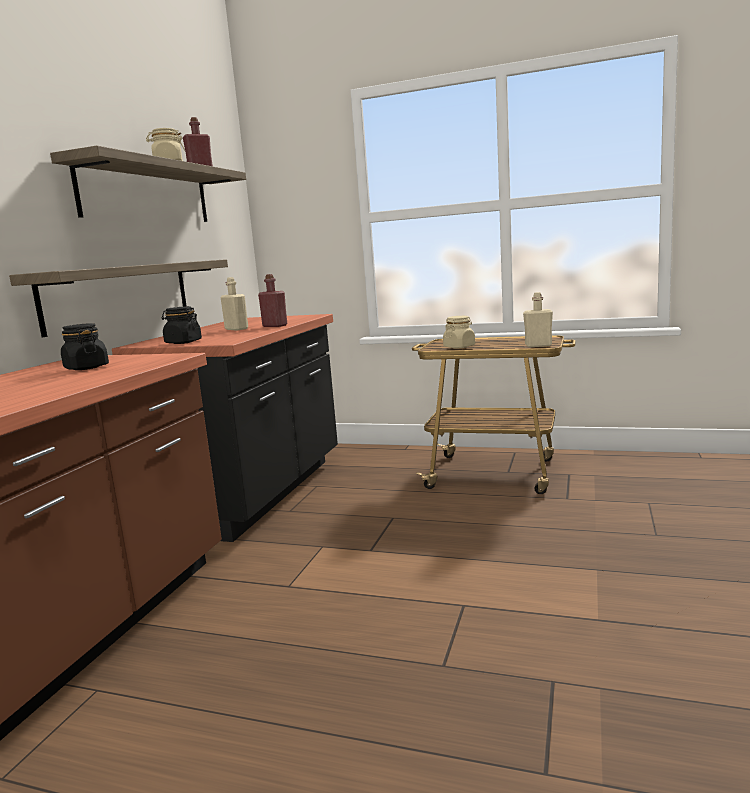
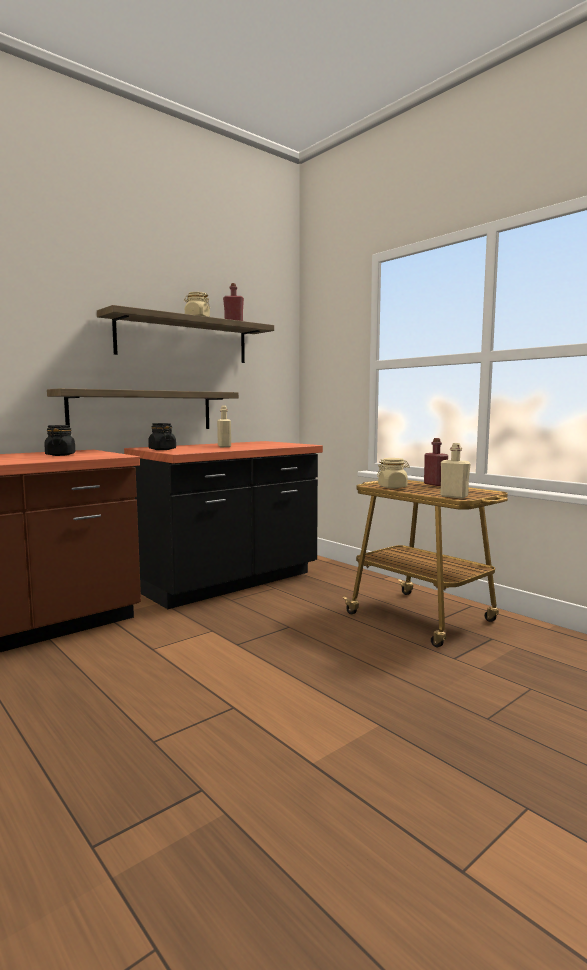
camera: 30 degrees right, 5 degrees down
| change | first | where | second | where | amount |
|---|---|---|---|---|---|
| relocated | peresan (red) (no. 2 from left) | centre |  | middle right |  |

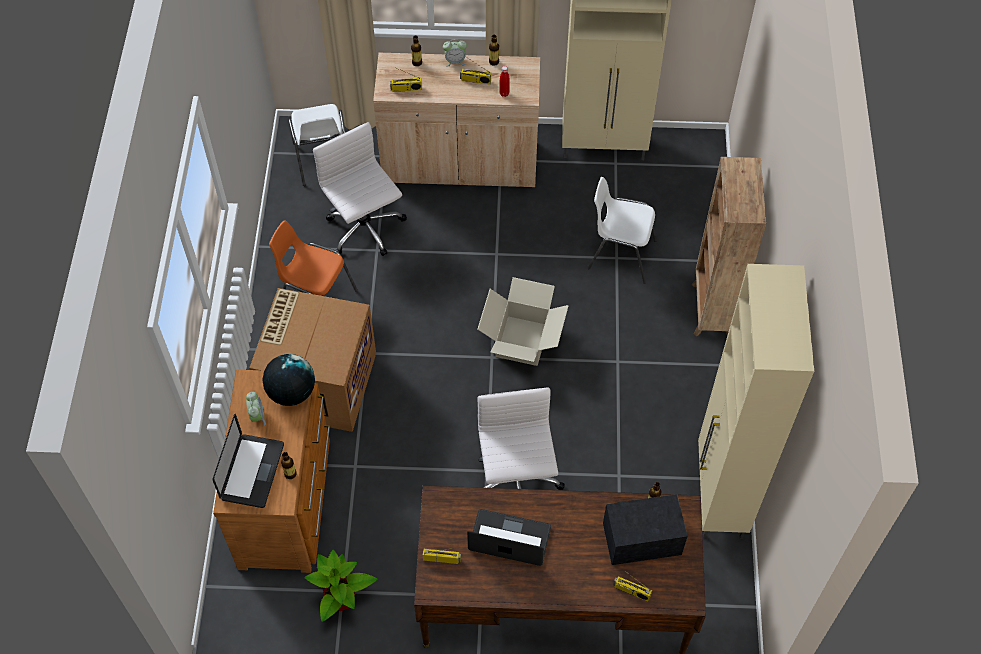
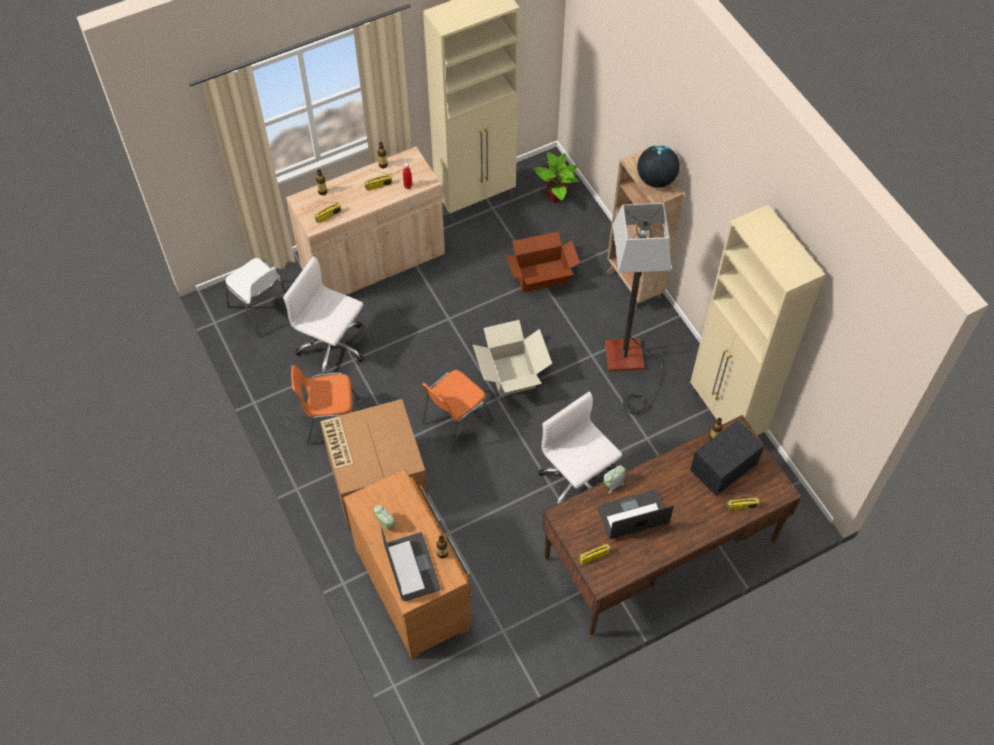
camera: 30 degrees left, 0 degrees up
| change | first | where | second | where | amount |
|---|---|---|---|---|---|
| appeared |  |  | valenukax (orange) (no. 2 from left) | centre |  |
| appeared |  |  | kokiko | centre |  |
| relocated | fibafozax | middle left |  | top centre |  |
| relocated | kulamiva | bottom centre |  | top centre |  |
| relocated | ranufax (no. 2 from left) | top centre |  | centre |  |
| exchanged | valenukax (white) (no. 2 from left) | centre | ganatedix (no. 3 from left) | centre |  |

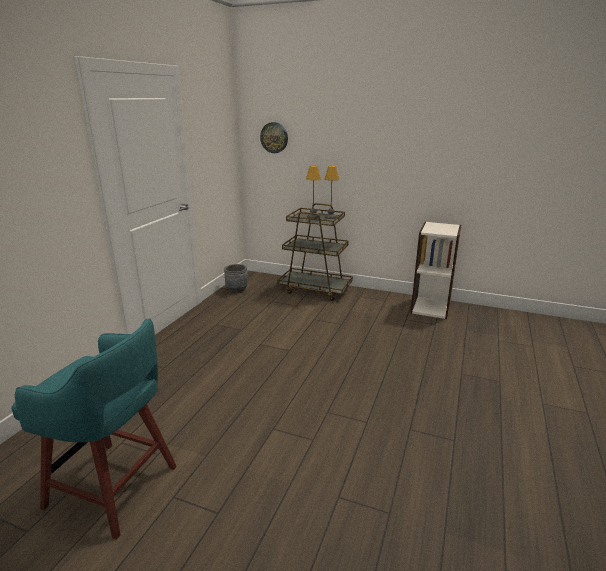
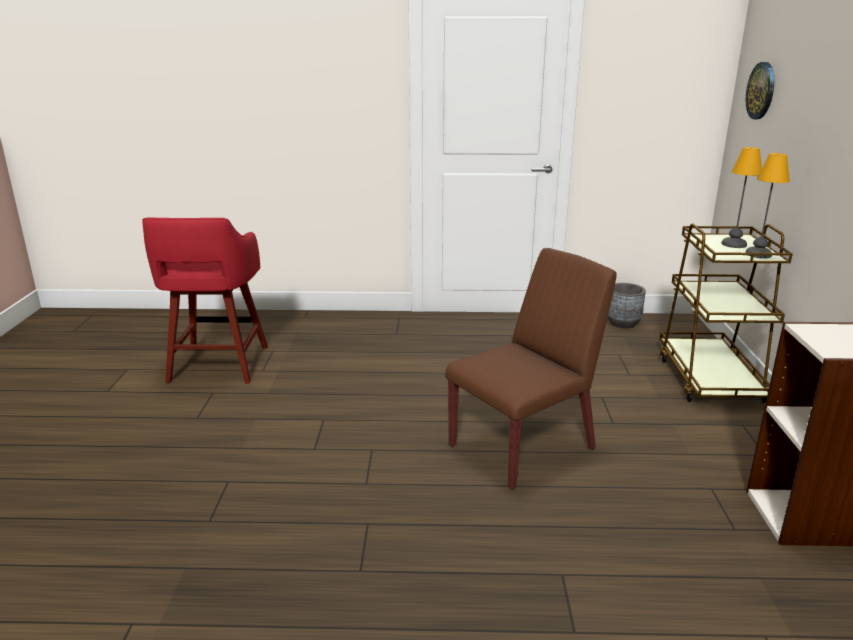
camera: 70 degrees right, 0 degrees up
| change | first | where | second | where | amount |
|---|---|---|---|---|---|
| appeared |  |  | valenukax (brown) | centre |  |
| colour | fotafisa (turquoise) | bottom left | fotafisa (red) | middle left |  |

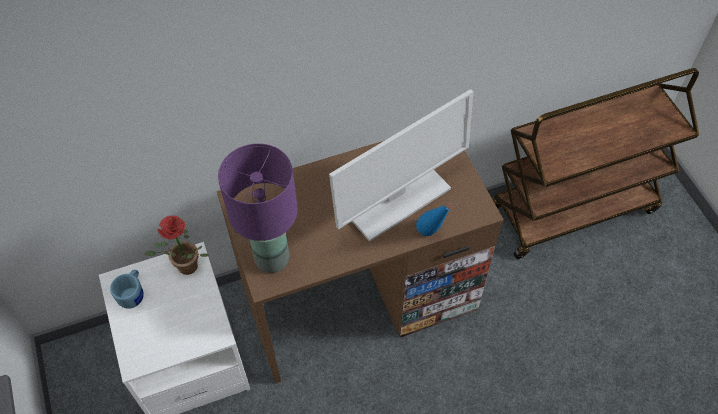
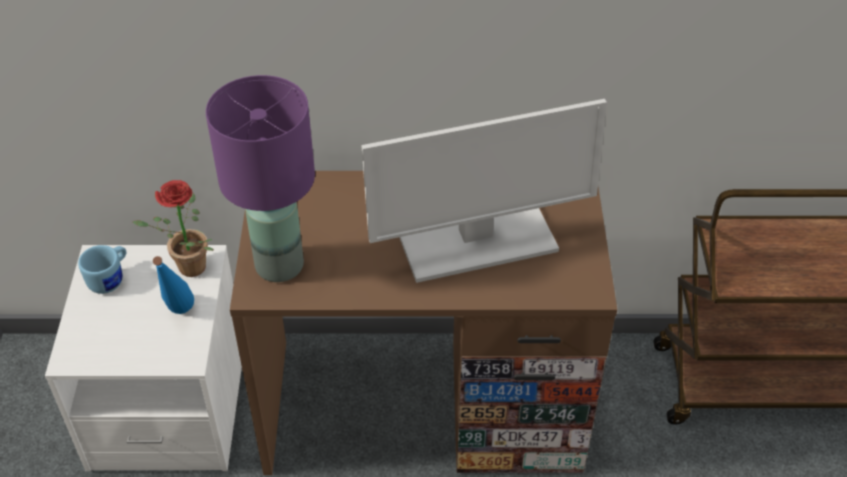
camera: 20 degrees right, 10 degrees down
| change | first | where | second | where | amount |
|---|---|---|---|---|---|
| relocated | peresan (blue) | centre |  | middle left |  |

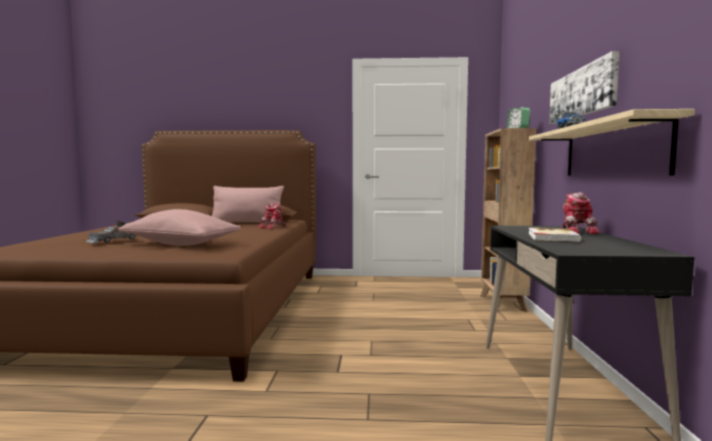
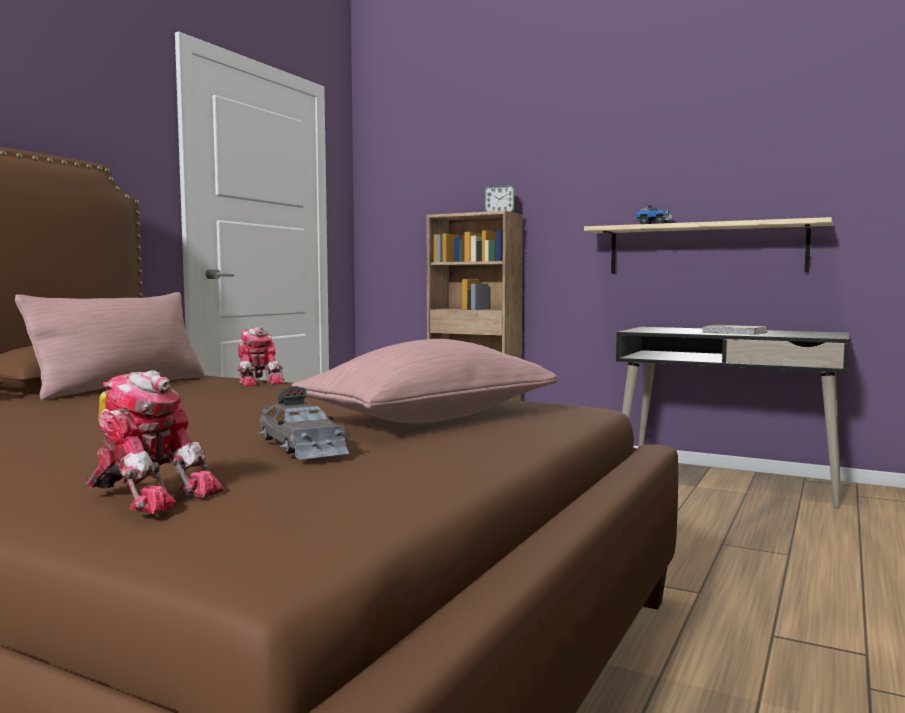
camera: 65 degrees left, 0 degrees up
| change | first | where | second | where | amount |
|---|---|---|---|---|---|
| missing | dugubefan | top right |  |  |  |
| relocated | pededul (no. 2 from left in the first image) | middle right | pededul (no. 1 from left) | middle left |  |

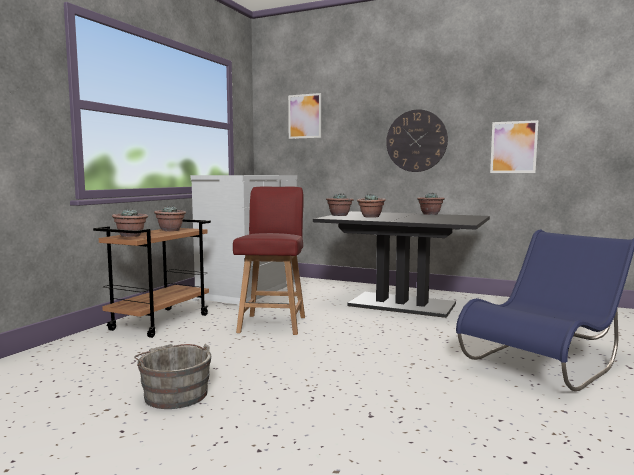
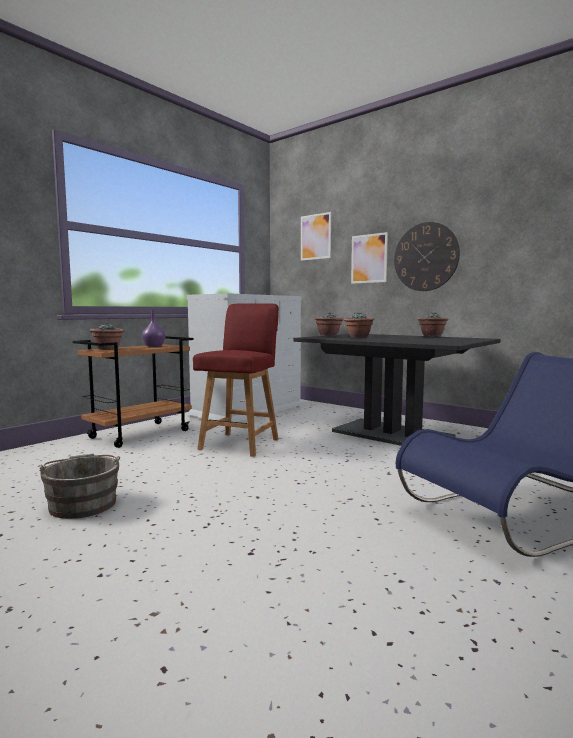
camera: 15 degrees right, 0 degrees up
| change | first | where | second | where | amount |
|---|---|---|---|---|---|
| relocated | dugubefan (no. 2 from left) | top right |  | centre |  |
| exchanged | kulamiva (no. 2 from left) | middle left | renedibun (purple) | middle left |  |

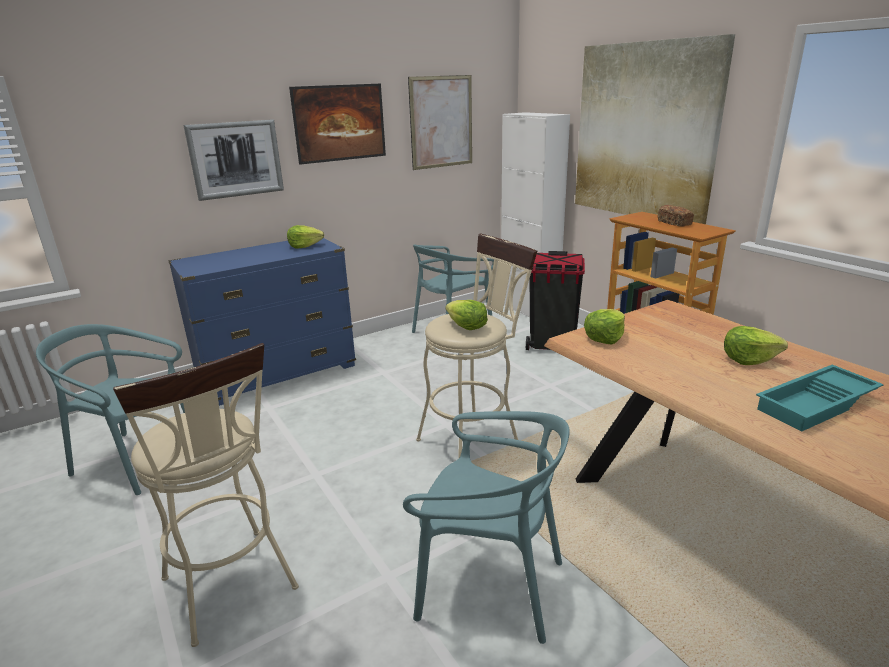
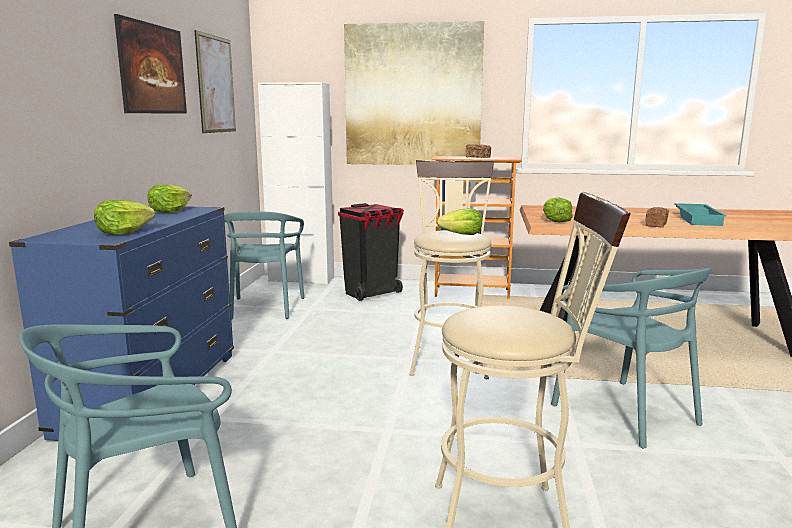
camera: 50 degrees left, 10 degrees down
| change | first | where | second | where | amount |
|---|---|---|---|---|---|
| missing | dugubefan (no. 1 from left) | top left |  |  |  |
| appeared |  |  | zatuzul (no. 2 from left) | middle right |  |
| relocated | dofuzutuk (no. 4 from left in the first image) | middle right | dofuzutuk (no. 1 from left) | middle left |  |
| spun | valenukax (turquoise) (no. 3 from left) | bottom centre |  | bottom right | 90 degrees clockwise |

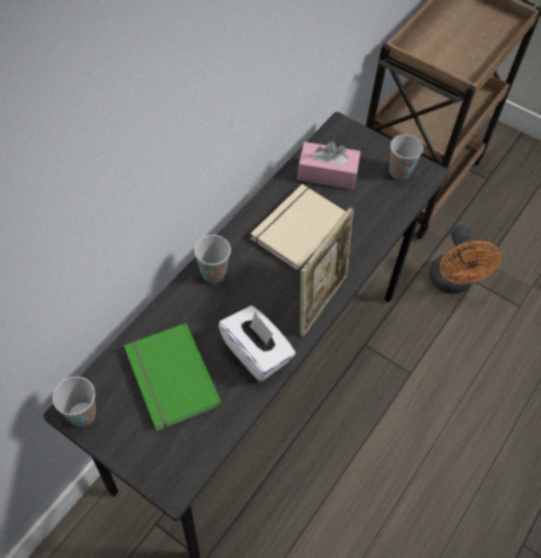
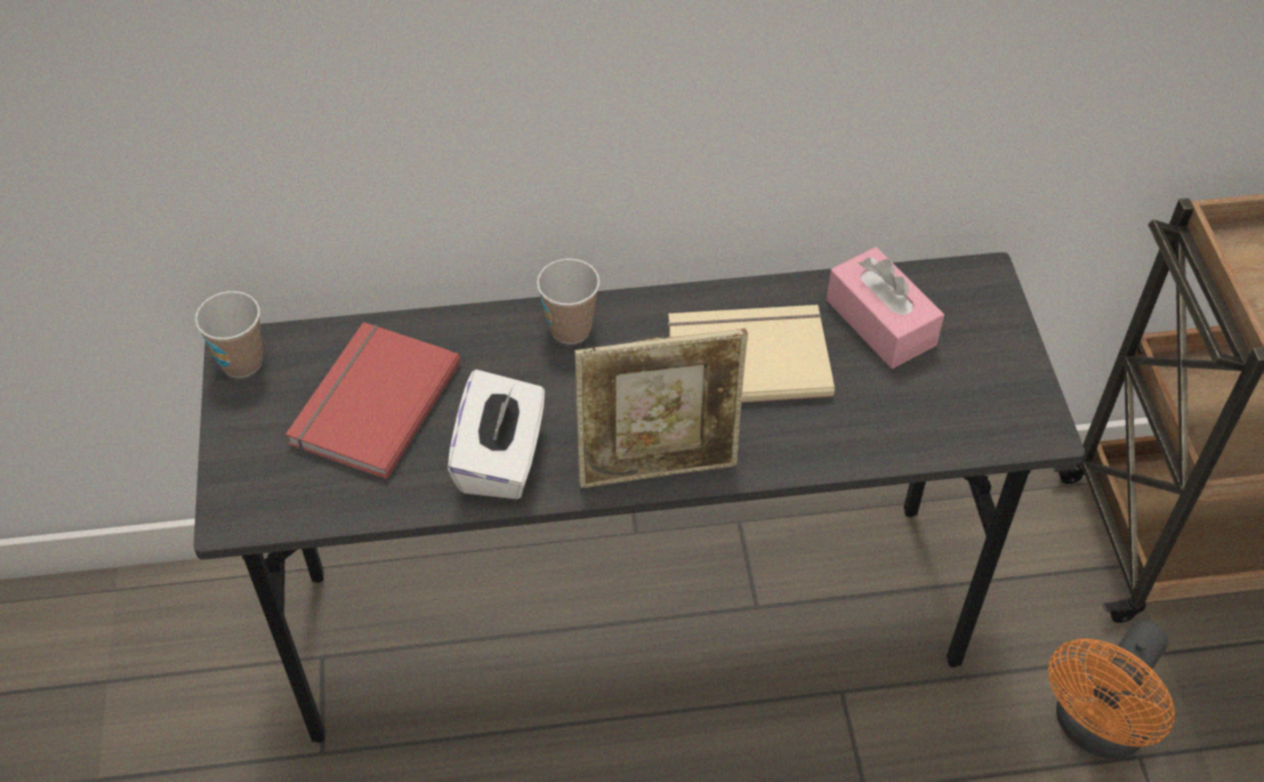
camera: 50 degrees right, 5 degrees down
| change | first | where | second | where | amount |
|---|---|---|---|---|---|
| missing | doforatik (no. 3 from left) | top right |  |  |  |
| colour | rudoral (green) | bottom left | rudoral (red) | middle left |  |

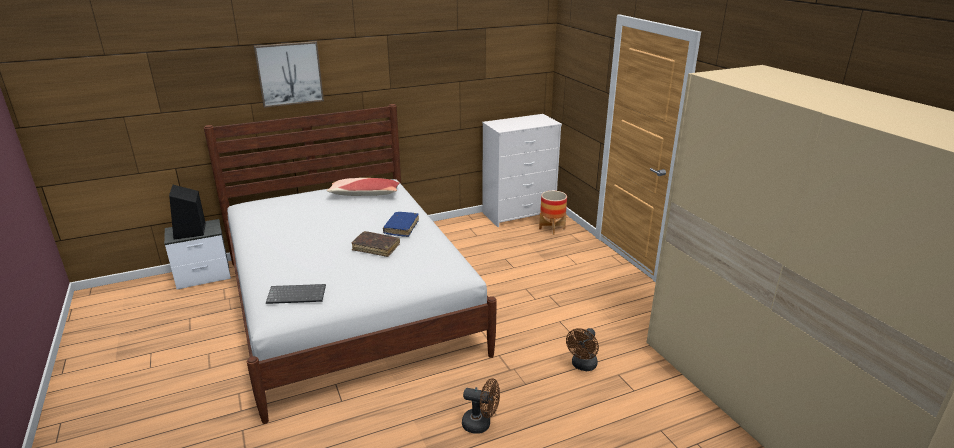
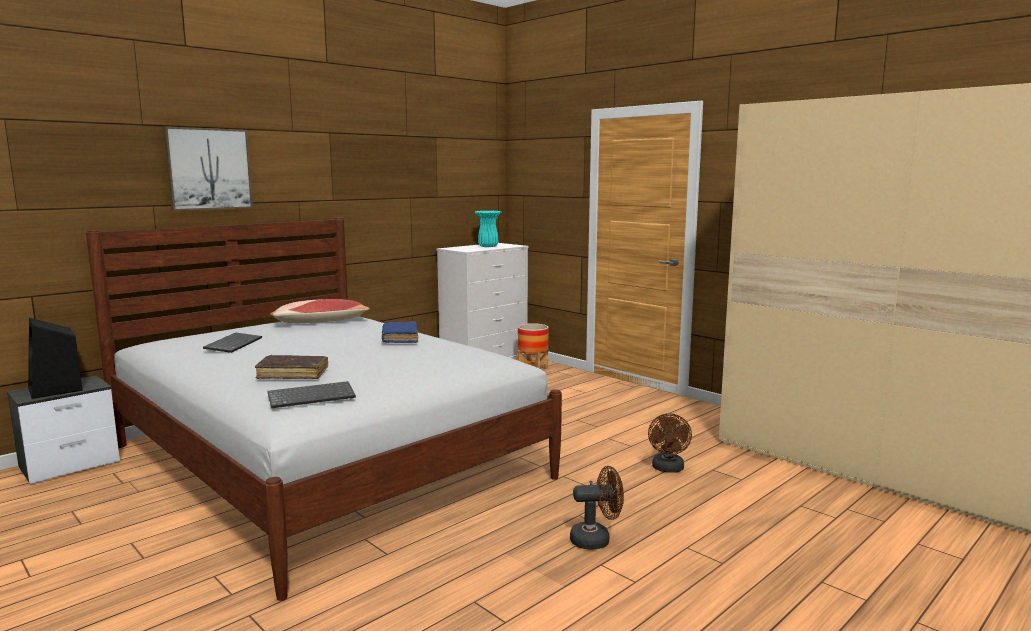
camera: 20 degrees left, 15 degrees down
| change | first | where | second | where | amount |
|---|---|---|---|---|---|
| appeared |  |  | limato (no. 1 from left) | middle left |  |
| appeared |  |  | renedibun (turquoise) | centre |  |
| relocated | rudoral (brown) | centre |  | middle left |  |

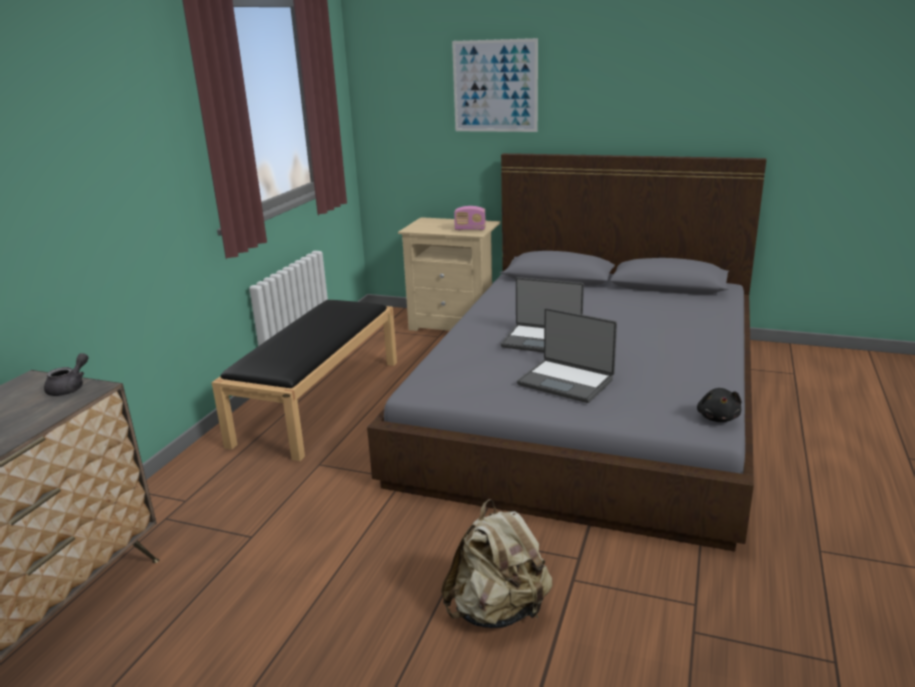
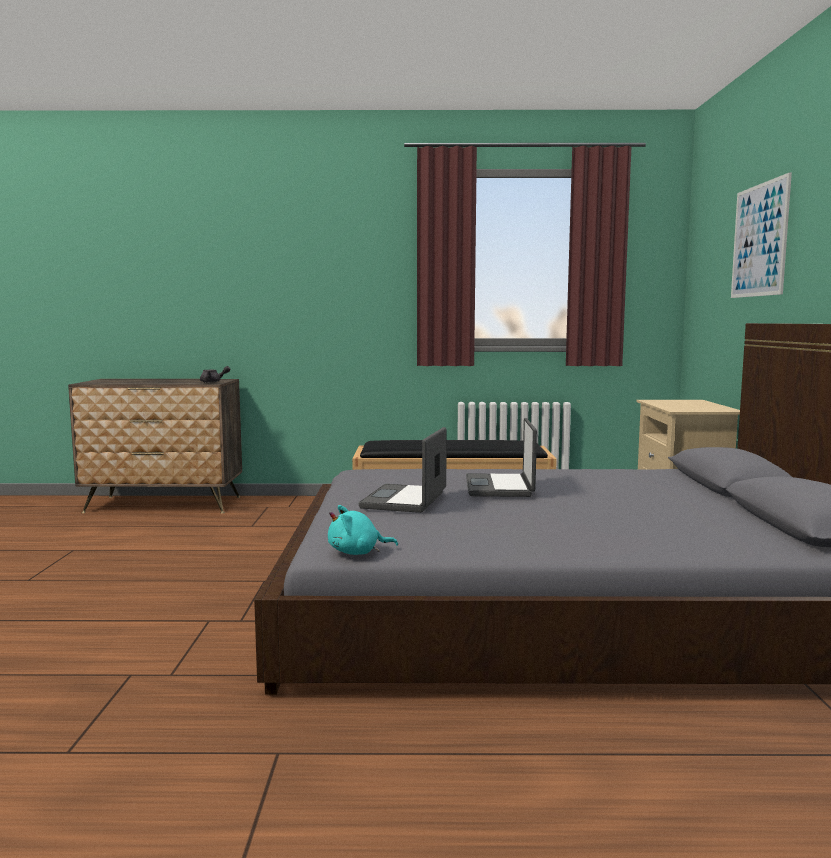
camera: 70 degrees right, 15 degrees down
| change | first | where | second | where | amount |
|---|---|---|---|---|---|
| missing | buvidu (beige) | bottom centre |  |  |  |
| missing | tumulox | top centre |  |  |  |
| colour | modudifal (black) | middle right | modudifal (turquoise) | centre |  |

